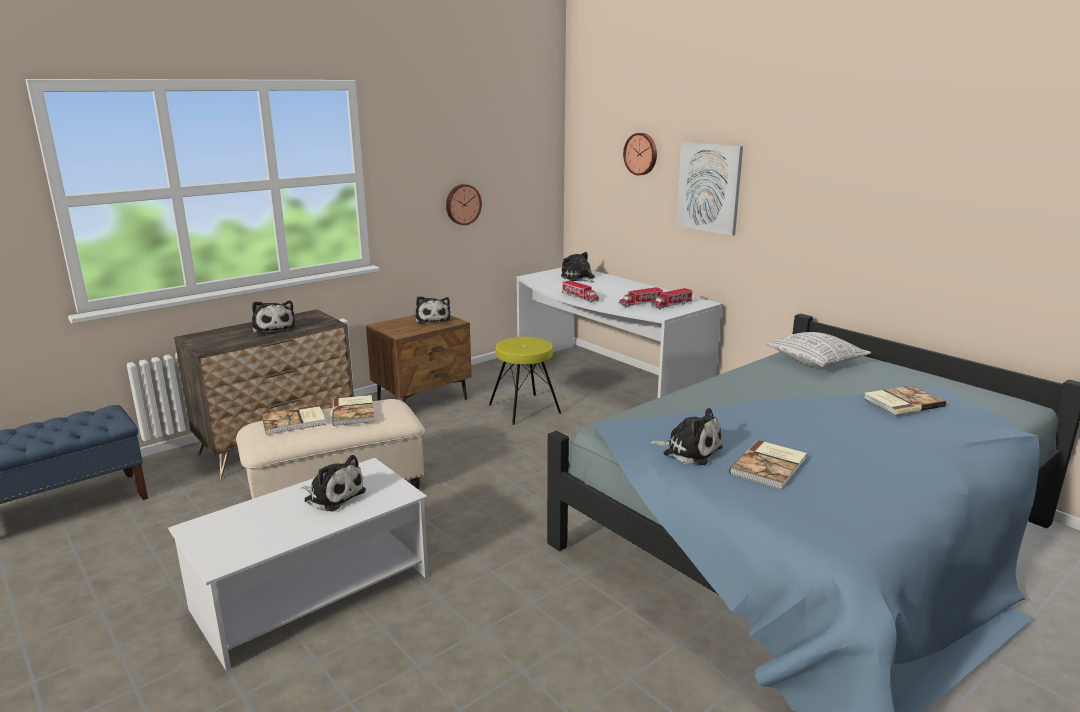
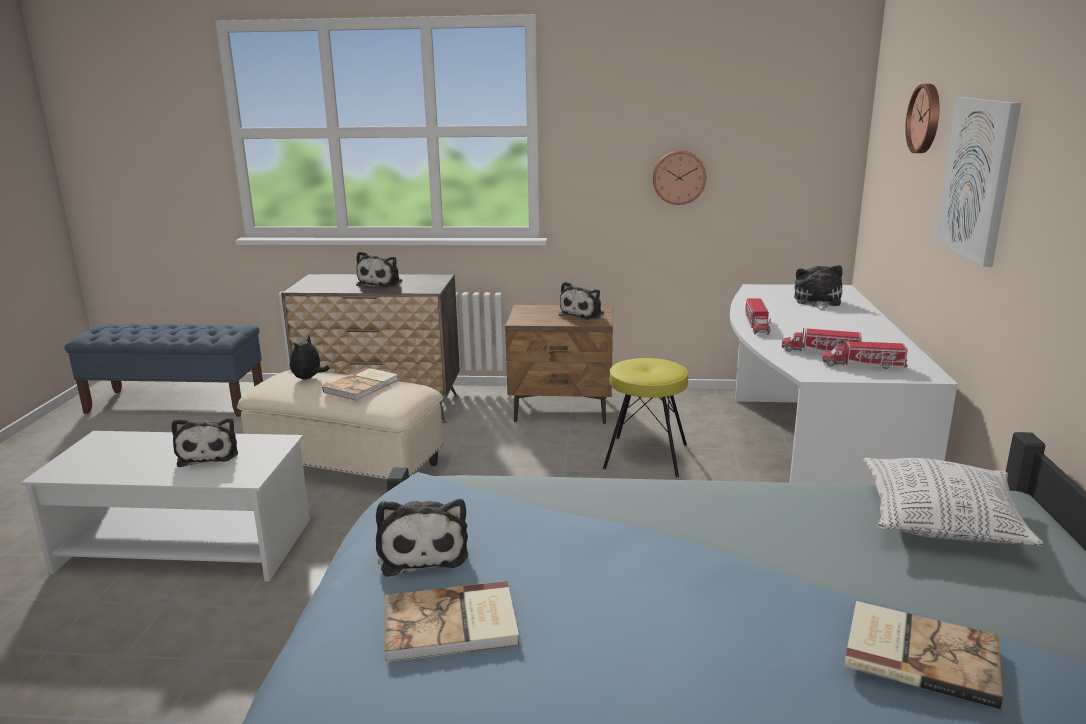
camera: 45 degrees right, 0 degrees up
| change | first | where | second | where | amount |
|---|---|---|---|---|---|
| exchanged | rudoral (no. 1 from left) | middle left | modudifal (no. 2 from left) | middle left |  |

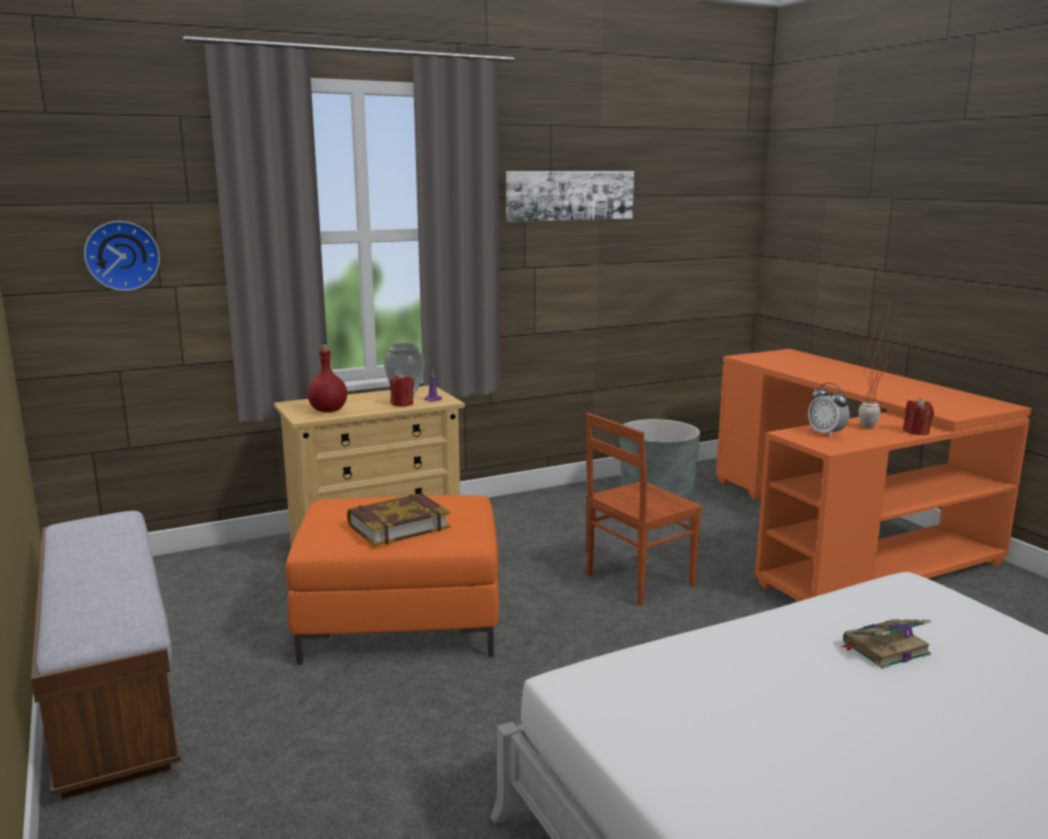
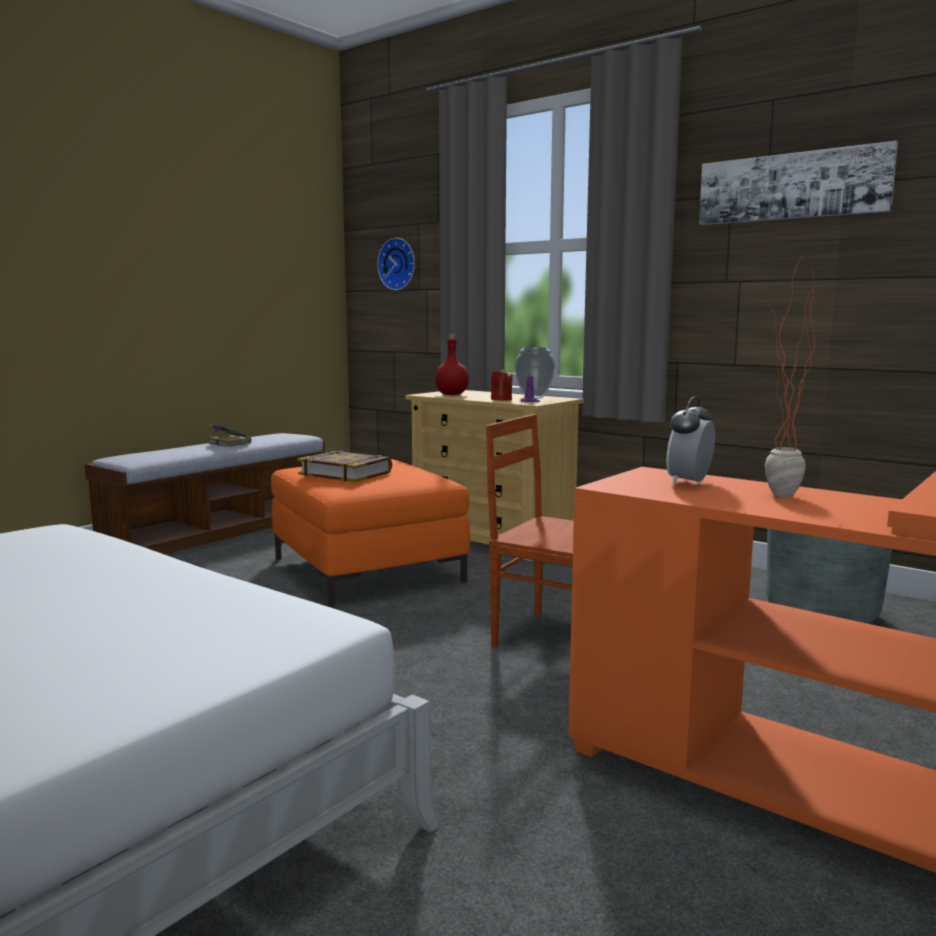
camera: 65 degrees right, 5 degrees down
| change | first | where | second | where | amount |
|---|---|---|---|---|---|
| missing | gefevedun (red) (no. 2 from left) | middle right |  |  |  |
| relocated | rudoral (no. 2 from left in the first image) | bottom right | rudoral (no. 1 from left) | middle left |  |

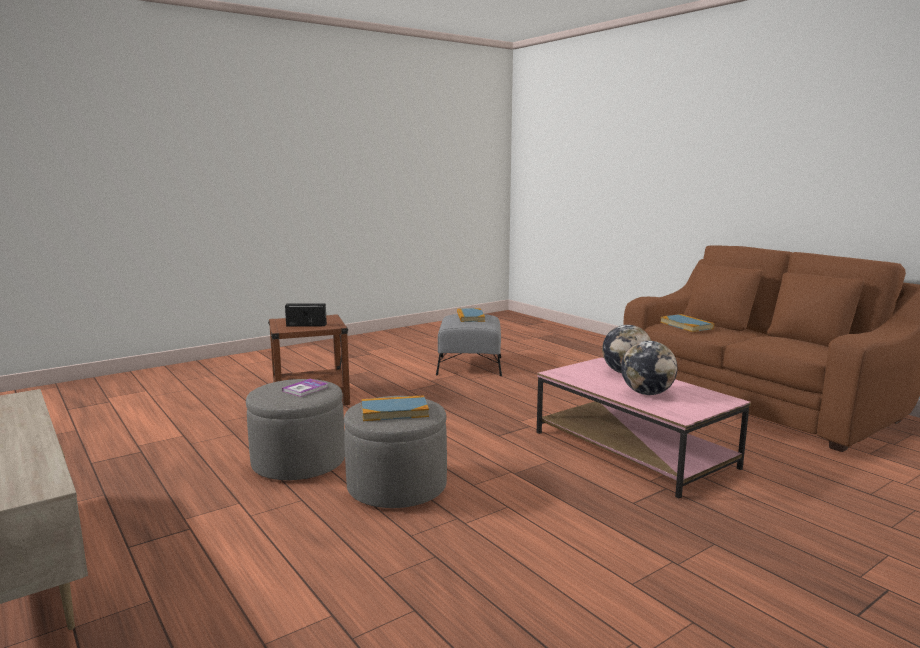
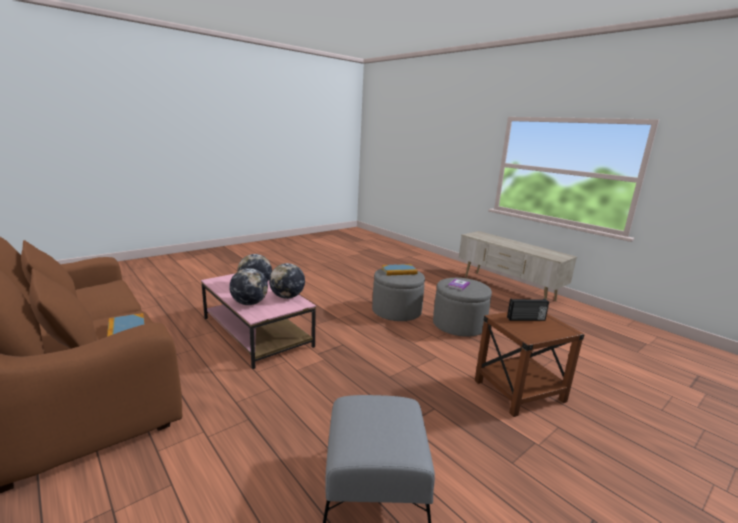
camera: 175 degrees right, 5 degrees up
| change | first | where | second | where | amount |
|---|---|---|---|---|---|
| missing | rudoral (no. 3 from left) | centre |  |  |  |
| appeared |  |  | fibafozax (no. 3 from left) | centre |  |

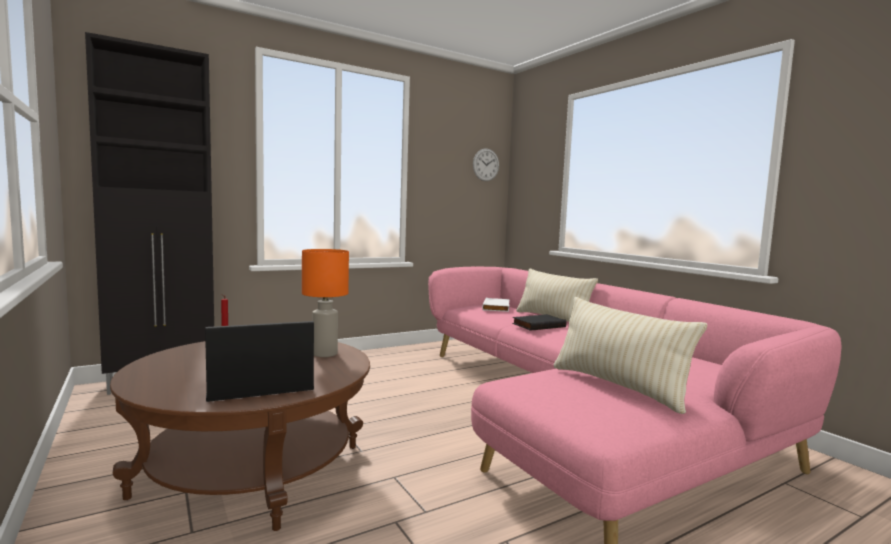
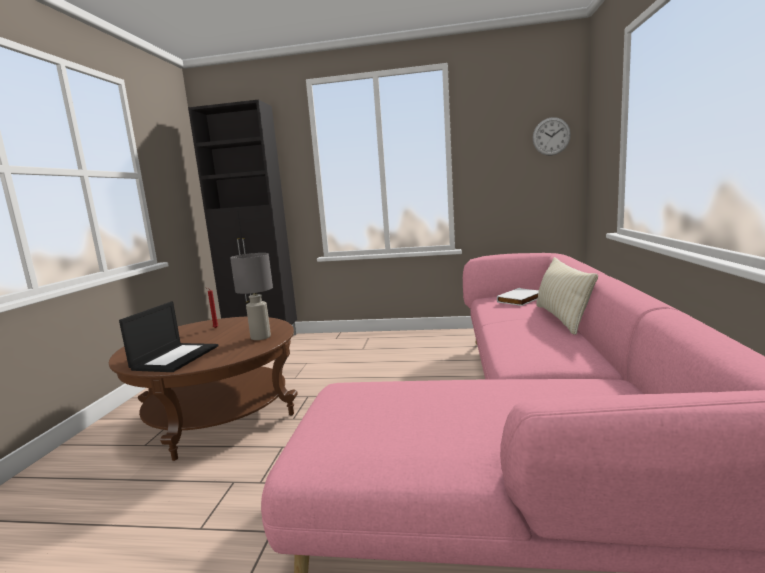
camera: 40 degrees right, 5 degrees up
| change | first | where | second | where | amount |
|---|---|---|---|---|---|
| missing | rudoral (black) | centre |  |  |  |
| missing | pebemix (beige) (no. 2 from left) | middle right |  |  |  |
| colour | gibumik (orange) | centre | gibumik (grey) | middle left |  |
| spun | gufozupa | middle left |  | middle left | 90 degrees clockwise |

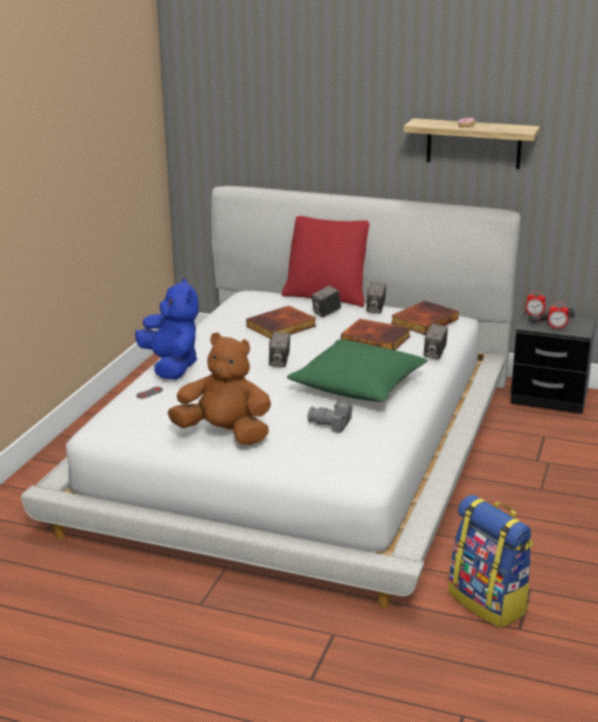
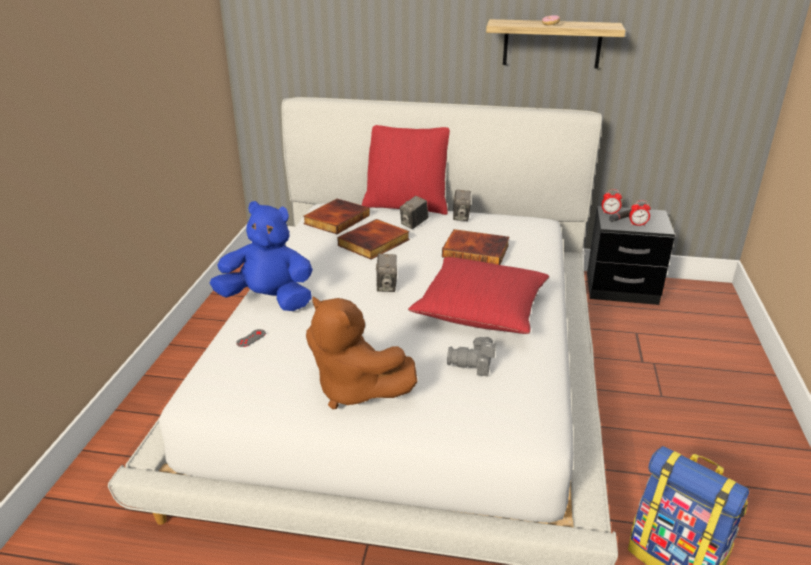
camera: 10 degrees left, 5 degrees up
| change | first | where | second | where | amount |
|---|---|---|---|---|---|
| missing | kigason (no. 5 from left) | middle right |  |  |  |
| relocated | rudoral (no. 3 from left in the first image) | middle right | rudoral (no. 1 from left) | centre |  |
| colour | pebemix (green) | centre | pebemix (red) (no. 2 from left) | centre |  |
| spun | modudifal (blue) | middle left |  | middle left | 45 degrees counterclockwise |
| spun | modudifal (brown) | centre |  | centre | 150 degrees counterclockwise |

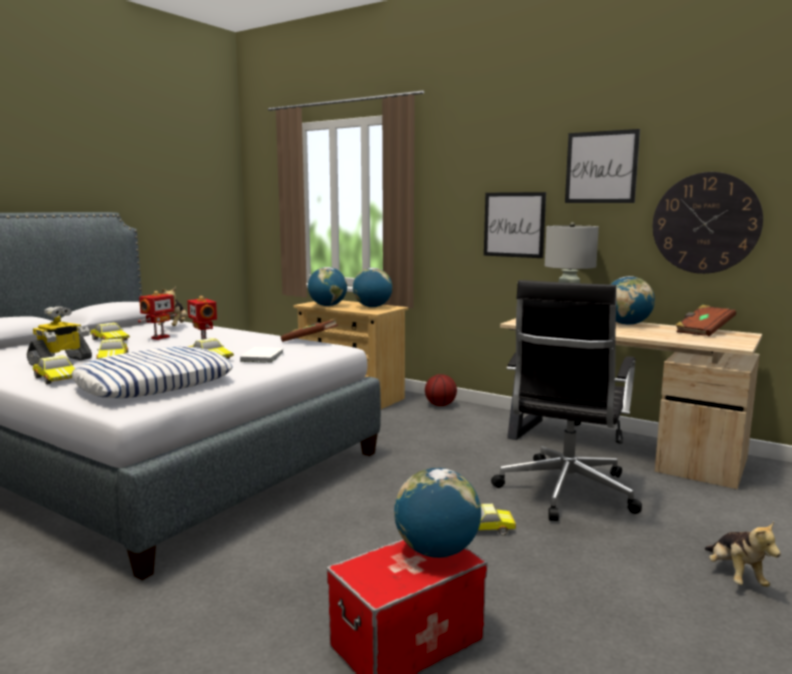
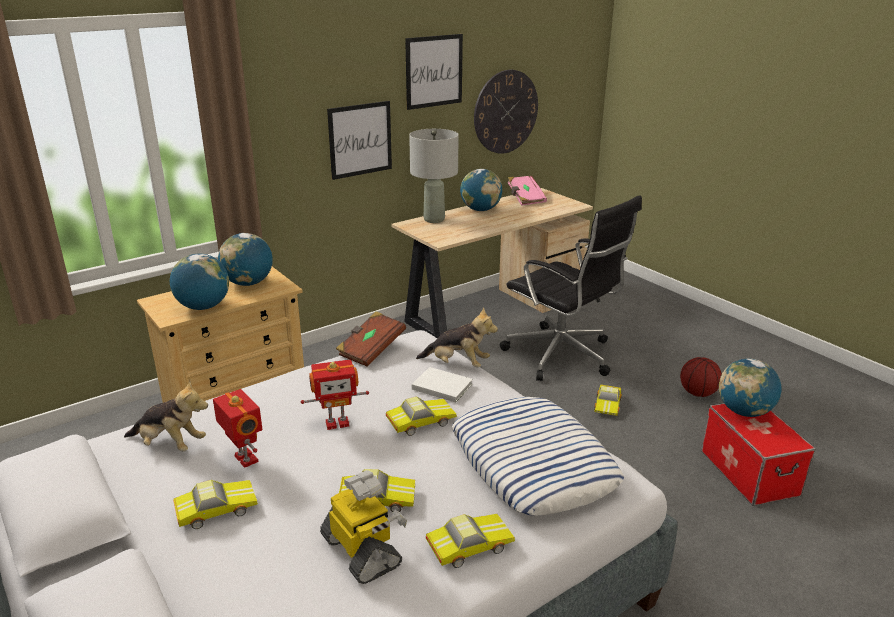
camera: 70 degrees left, 15 degrees up
| change | first | where | second | where | amount |
|---|---|---|---|---|---|
| relocated | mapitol | centre |  | middle right |  |
| relocated | modudifal (no. 2 from left) | bottom right |  | centre |  |
| colour | rudoral (brown) (no. 2 from left) | middle right | rudoral (pink) | top centre |  |

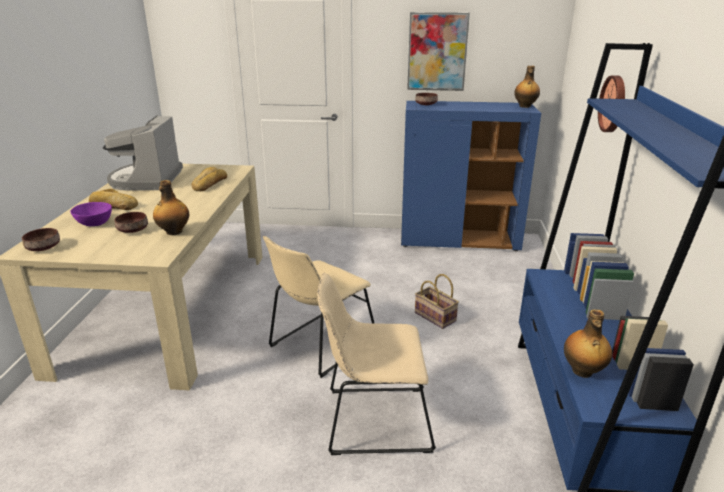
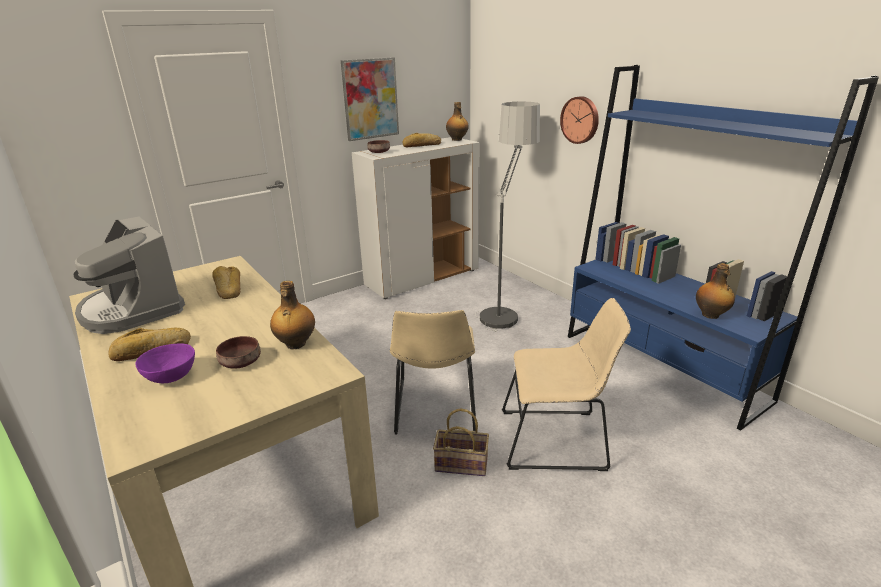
camera: 40 degrees left, 0 degrees up
| change | first | where | second | where | amount |
|---|---|---|---|---|---|
| missing | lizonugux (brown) (no. 1 from left) | middle left |  |  |  |
| appeared |  |  | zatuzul (no. 3 from left) | top centre |  |
| appeared |  |  | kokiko | centre |  |
| relocated | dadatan | centre |  | bottom centre |  |
| colour | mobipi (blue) | centre | mobipi (white) | centre |  |
| spun | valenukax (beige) (no. 2 from left) | bottom centre |  | centre | 135 degrees counterclockwise |

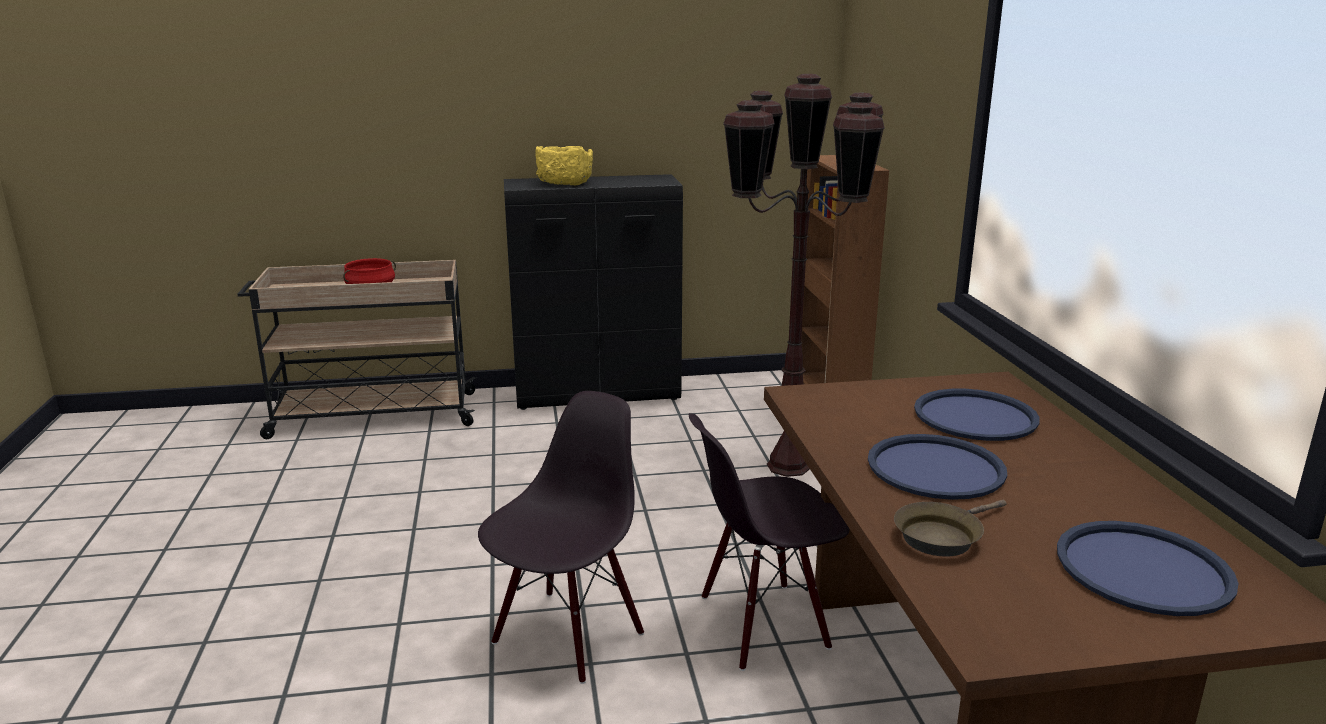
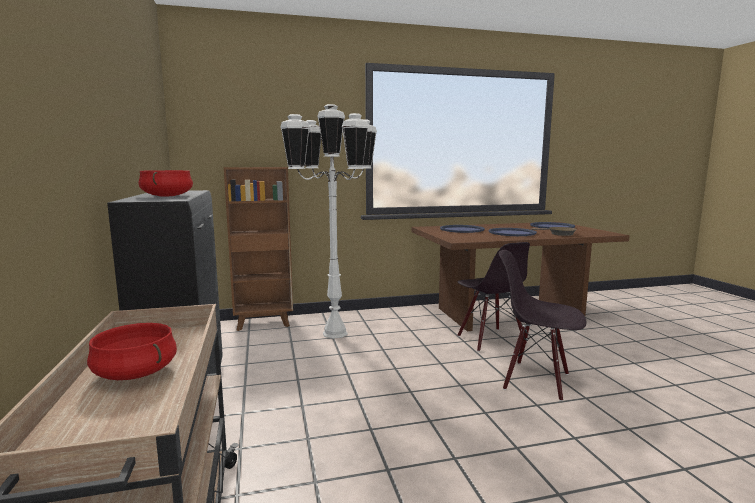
camera: 95 degrees left, 10 degrees down
| change | first | where | second | where | amount |
|---|---|---|---|---|---|
| exchanged | lizonugux (yellow) | top centre | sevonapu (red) (no. 2 from left) | middle left |  |
| colour | kokiko (brown) | centre | kokiko (white) | centre |  |

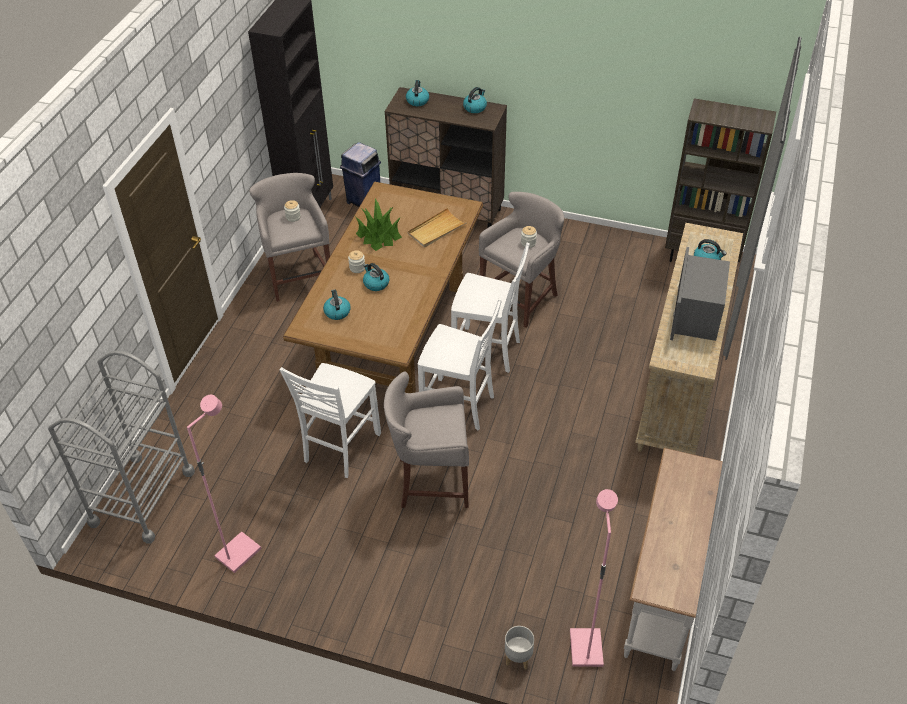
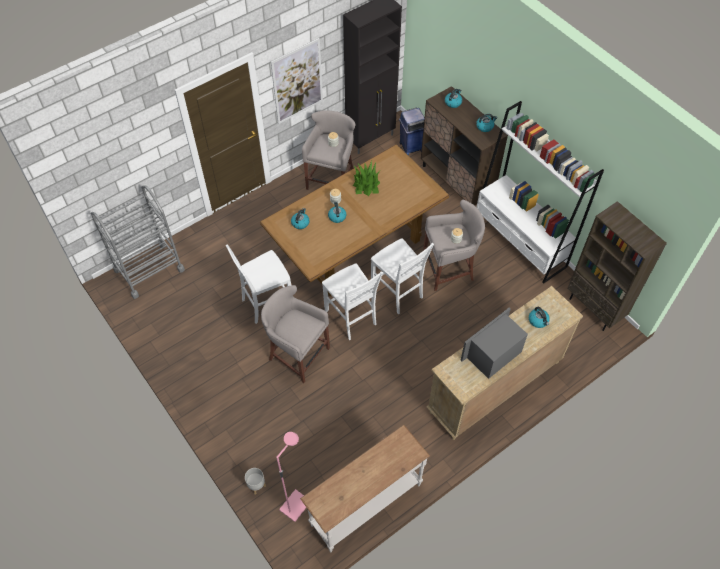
camera: 35 degrees right, 10 degrees up
| change | first | where | second | where | amount |
|---|---|---|---|---|---|
| missing | kokiko (pink) (no. 1 from left) | bottom left |  |  |  |
| missing | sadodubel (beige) | top centre |  |  |  |
| appeared |  |  | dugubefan | top centre |  |
| appeared |  |  | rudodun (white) | middle right |  |

